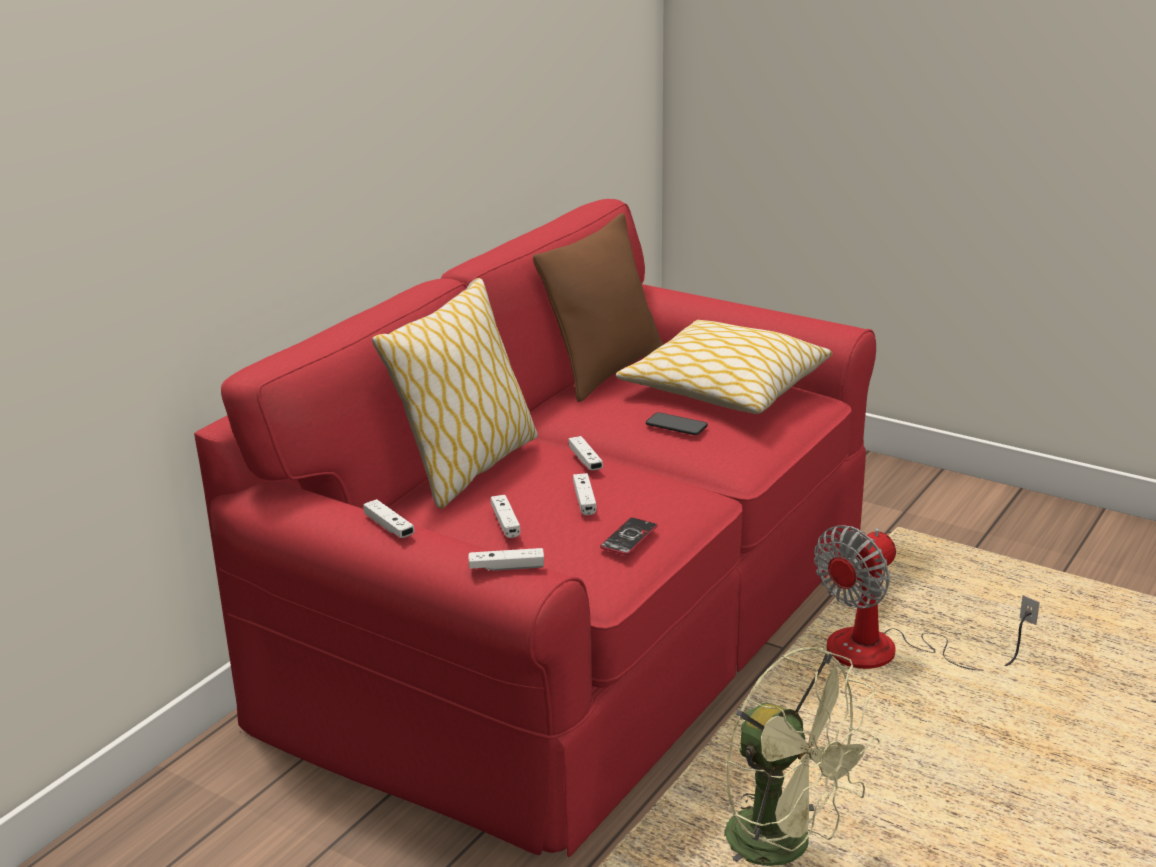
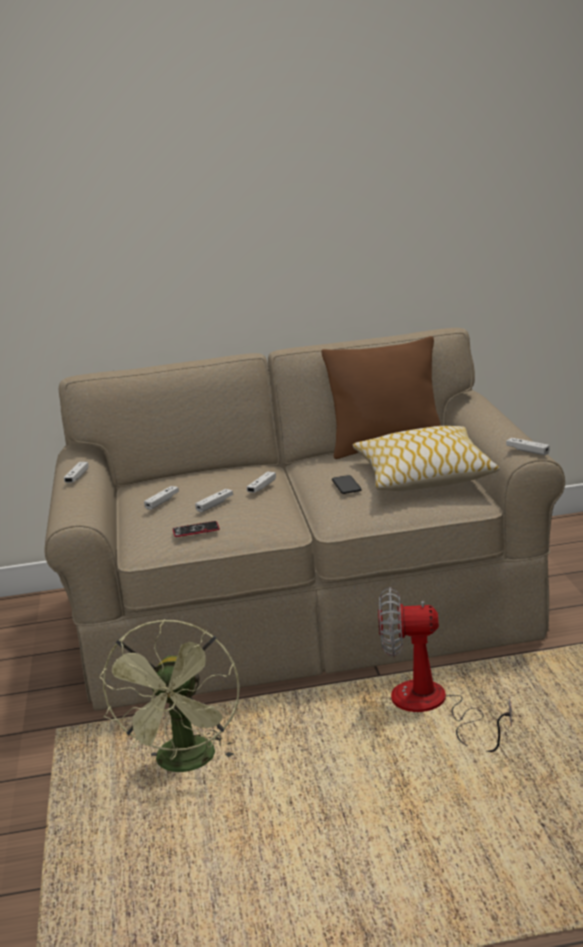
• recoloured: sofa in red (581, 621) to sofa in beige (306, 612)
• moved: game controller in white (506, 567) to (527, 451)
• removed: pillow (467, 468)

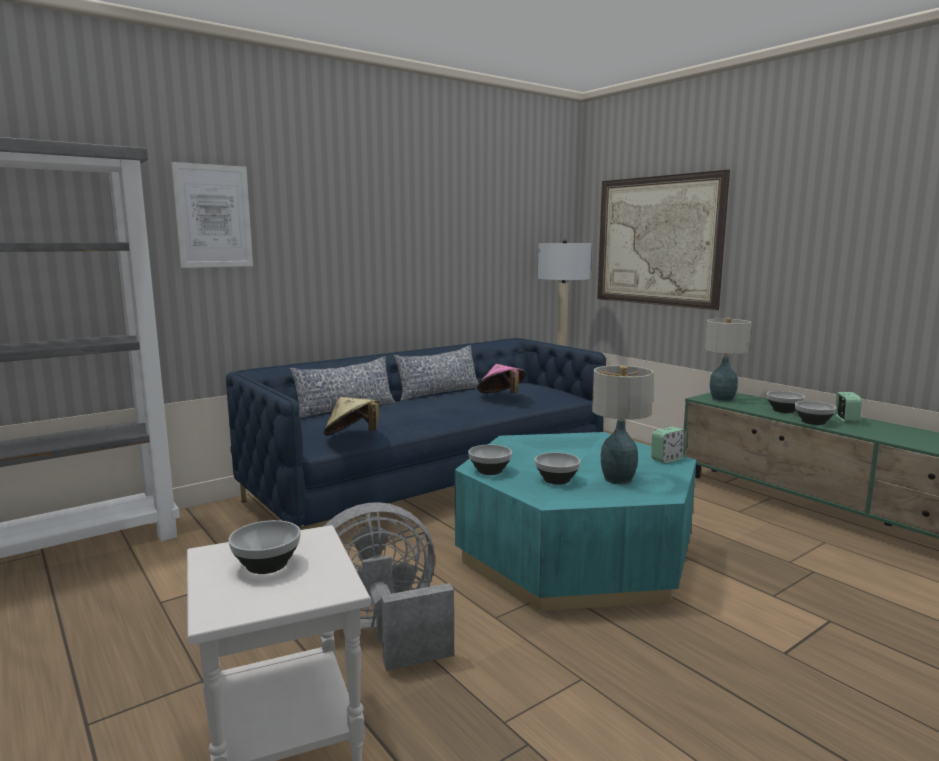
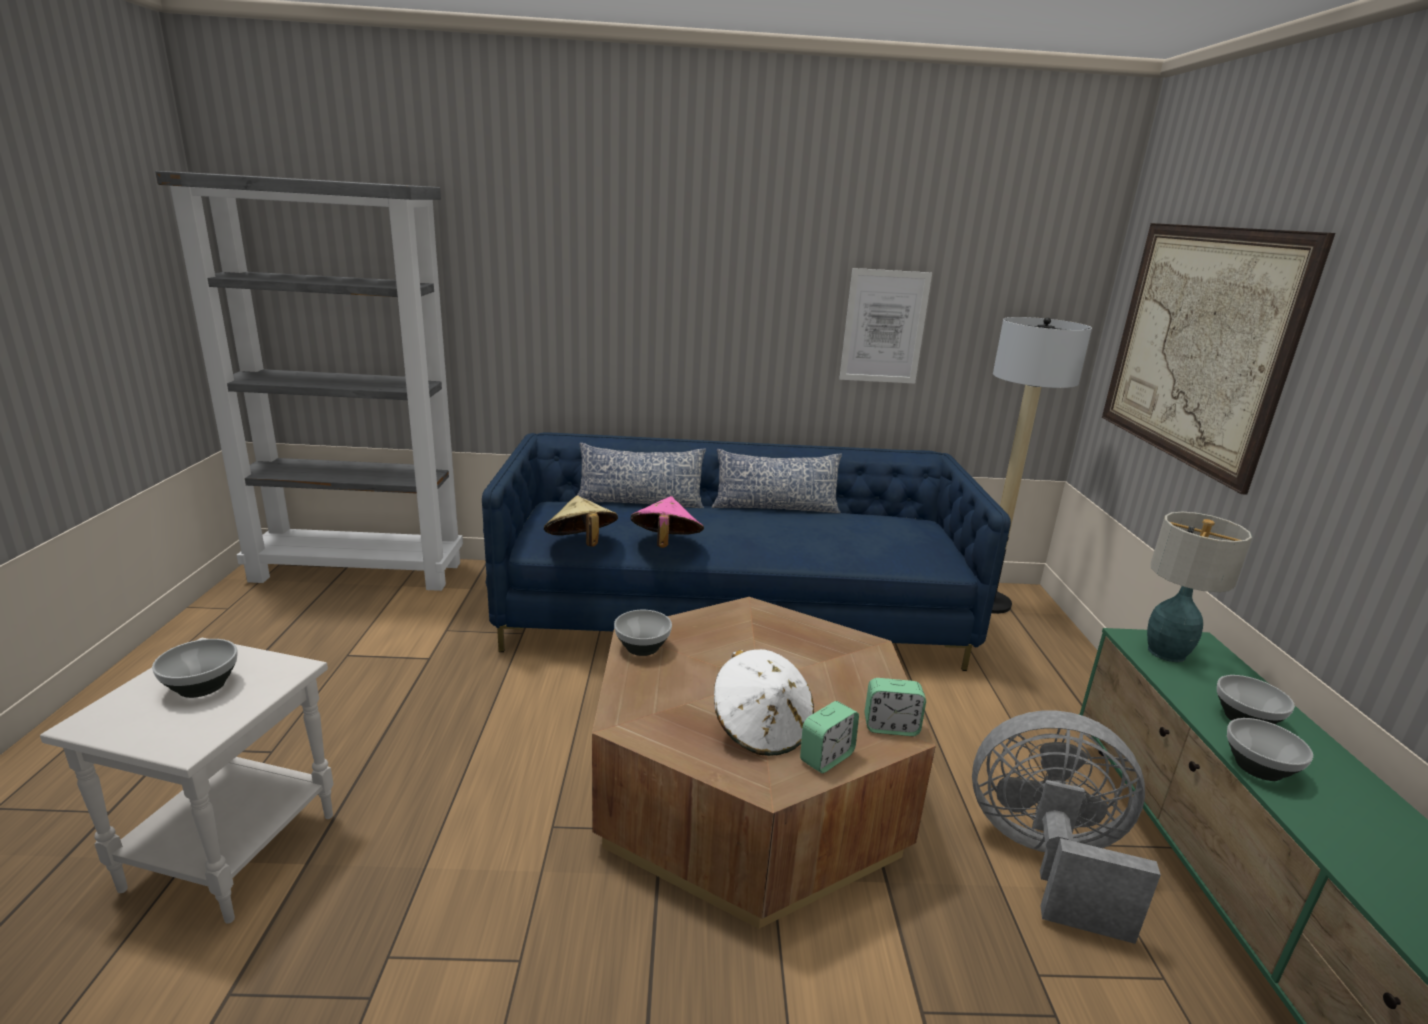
• recoloured: coffee table in turquoise (575, 554) to coffee table in brown (749, 792)
• moved: hat in pink (501, 396) to (665, 544)
• replaced: table lamp (617, 479) to hat in white (761, 728)
• moved: alarm clock (846, 420) to (826, 757)
• moved: picture (213, 216) to (884, 327)
• moved: fan in grey (382, 632) to (1046, 860)
• removed: bowl (556, 480)

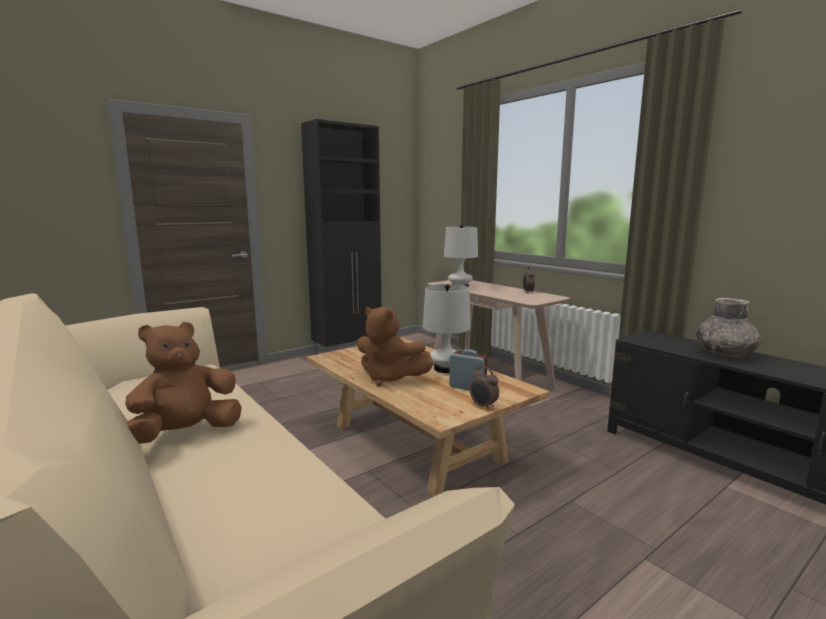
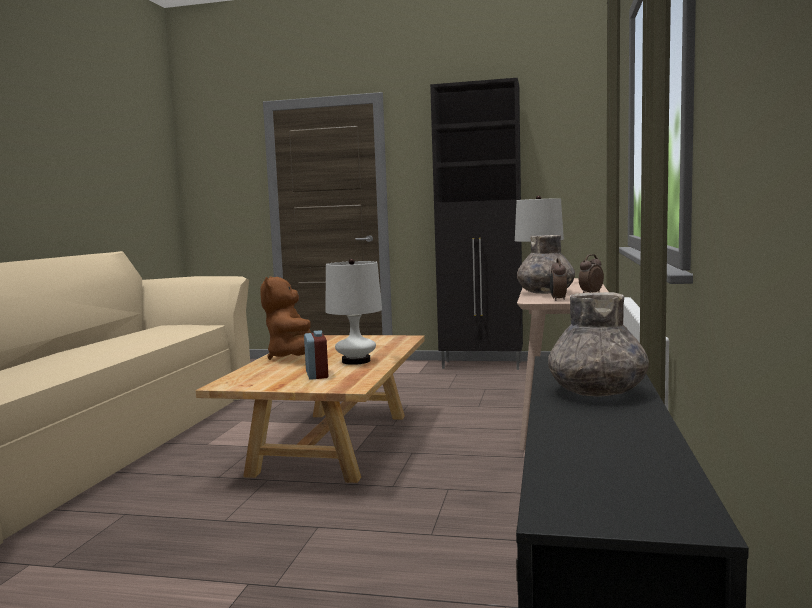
• added: vase in grey (546, 293)
• moved: alarm clock (483, 406) to (558, 299)
• removed: plush toy in brown (185, 434)

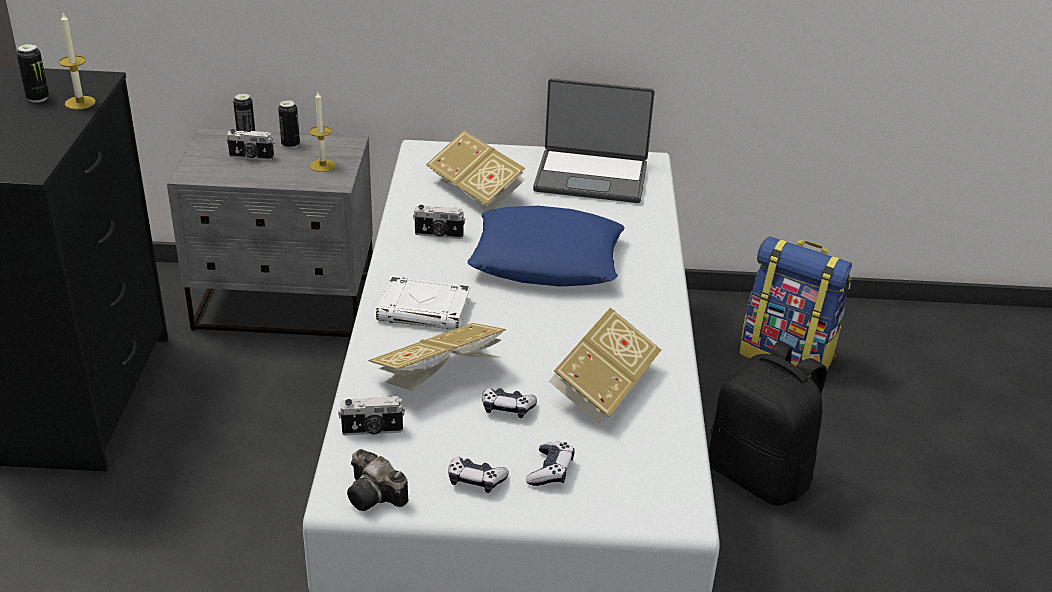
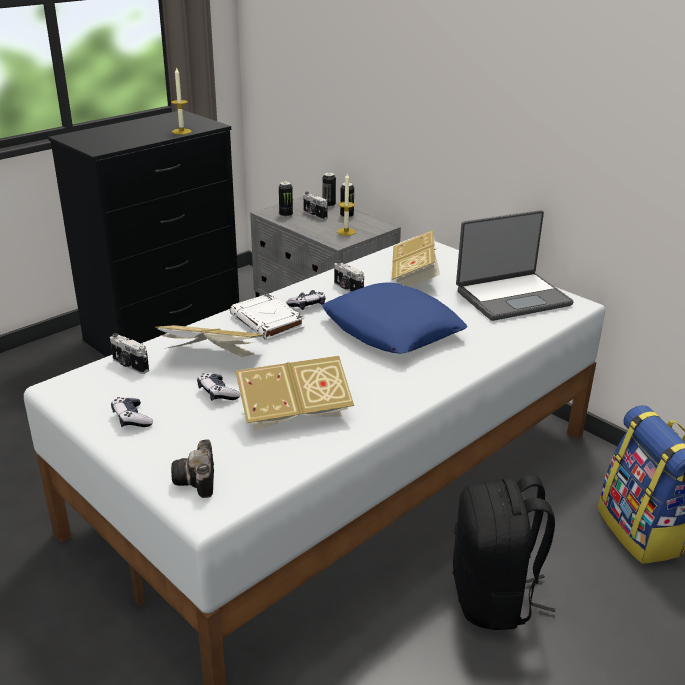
• moved: photo camera (376, 496) to (197, 481)
• moved: can (38, 98) to (286, 215)
• moved: game controller (550, 471) to (307, 305)
• turned: laptop (591, 177) = (512, 297) 75 degrees counterclockwise

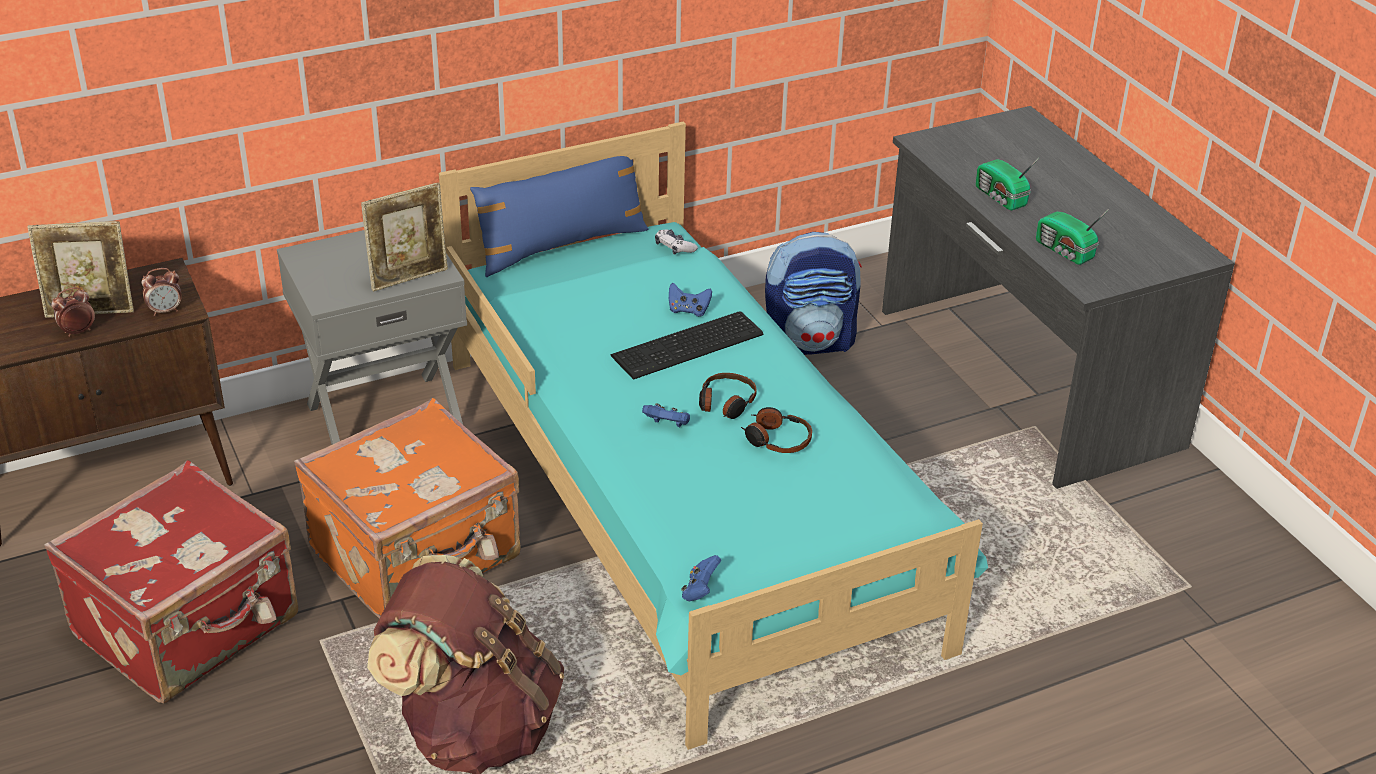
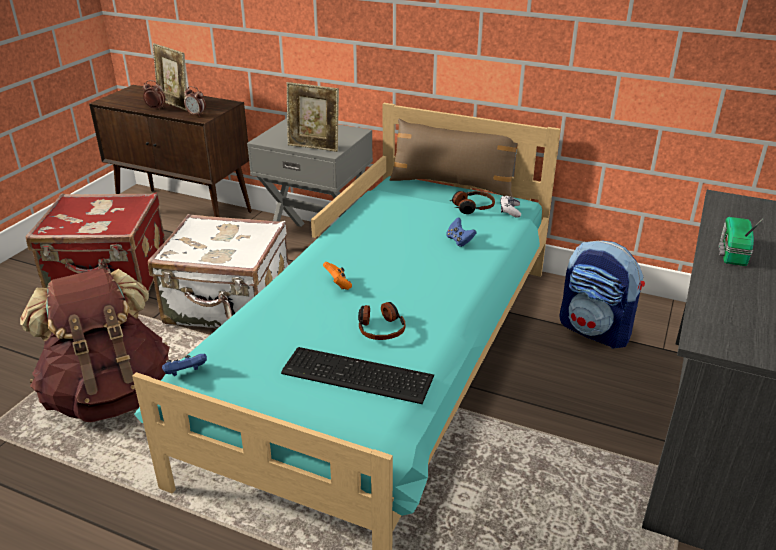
• recoloured: suitcase in orange (418, 555) to suitcase in white (229, 306)
• moved: keyboard (690, 346) to (358, 377)
• recoloured: game controller in blue (667, 425) to game controller in orange (338, 285)
• recoloured: pillow in blue (561, 245) to pillow in brown (452, 184)
• moved: headphones (725, 403) to (472, 207)
• removed: radio (1065, 251)

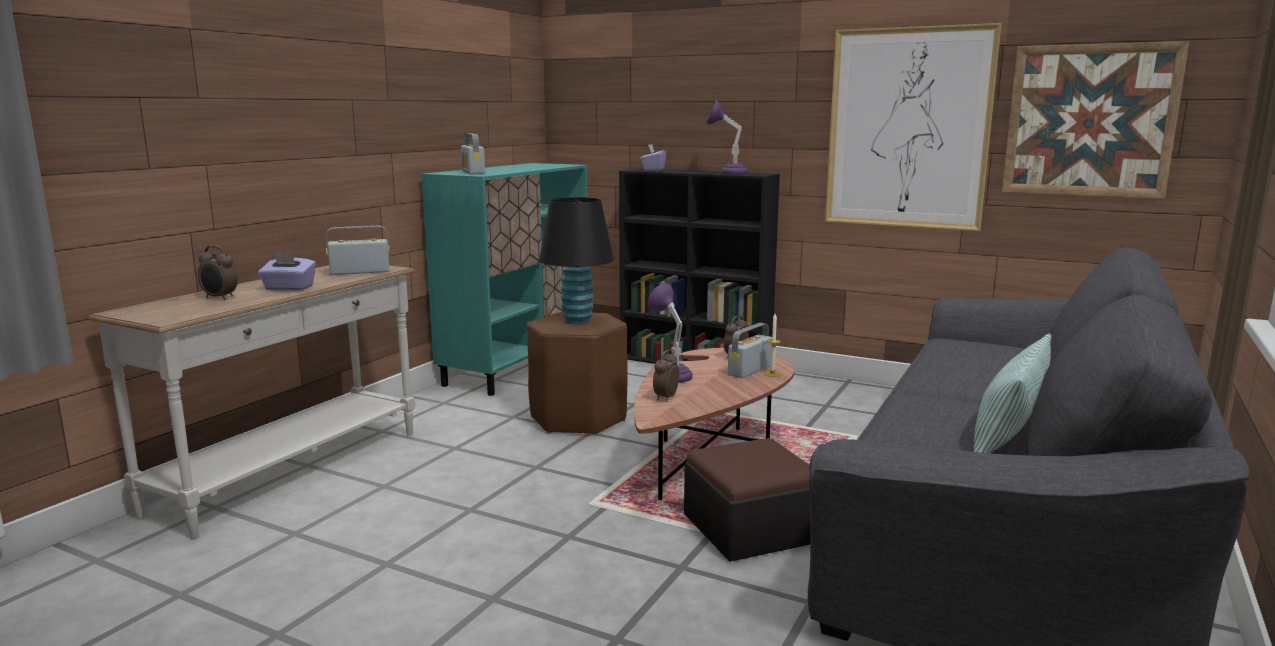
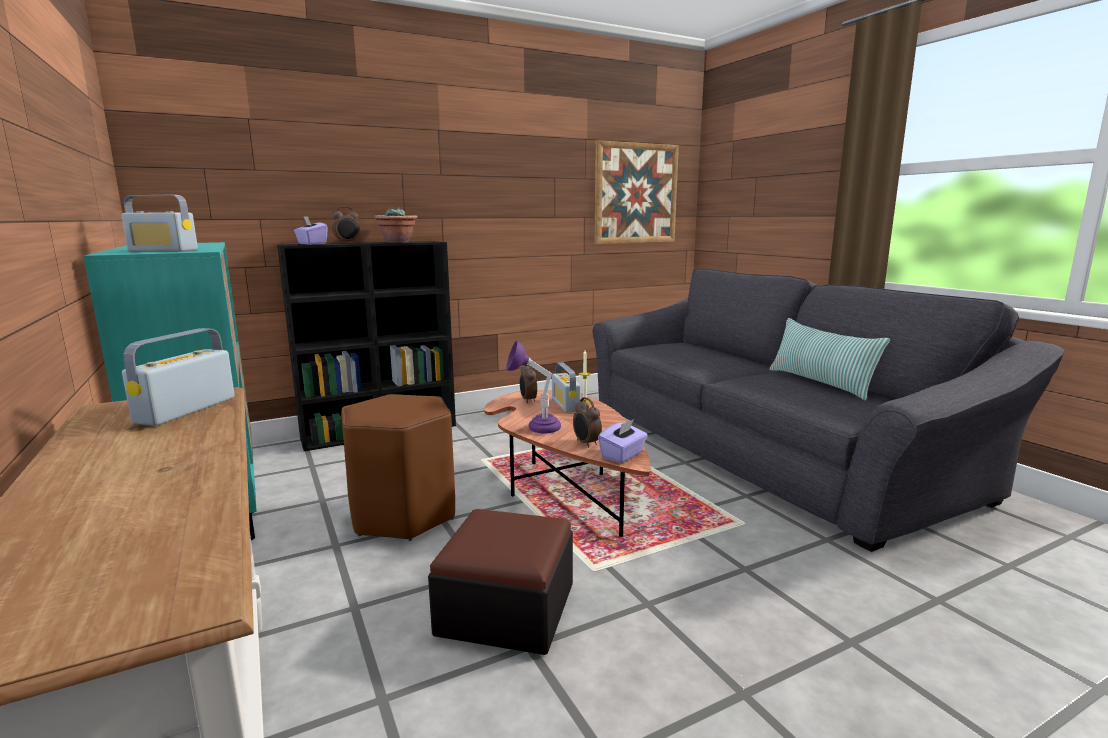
• moved: alarm clock (219, 298) to (347, 243)
• replaced: table lamp in purple (726, 173) to potted plant (398, 242)
• moved: ottoman (751, 528) to (506, 609)
• moved: tissue box in purple (289, 288) to (623, 455)
• removed: table lamp in black (577, 321)
• removed: picture (907, 129)

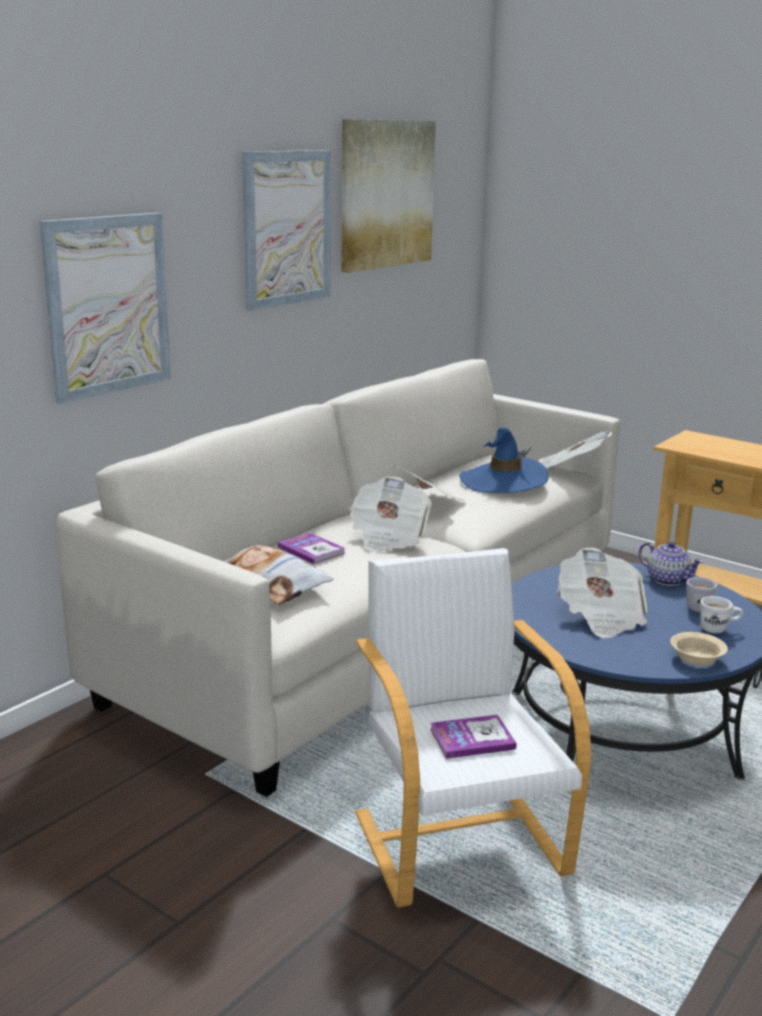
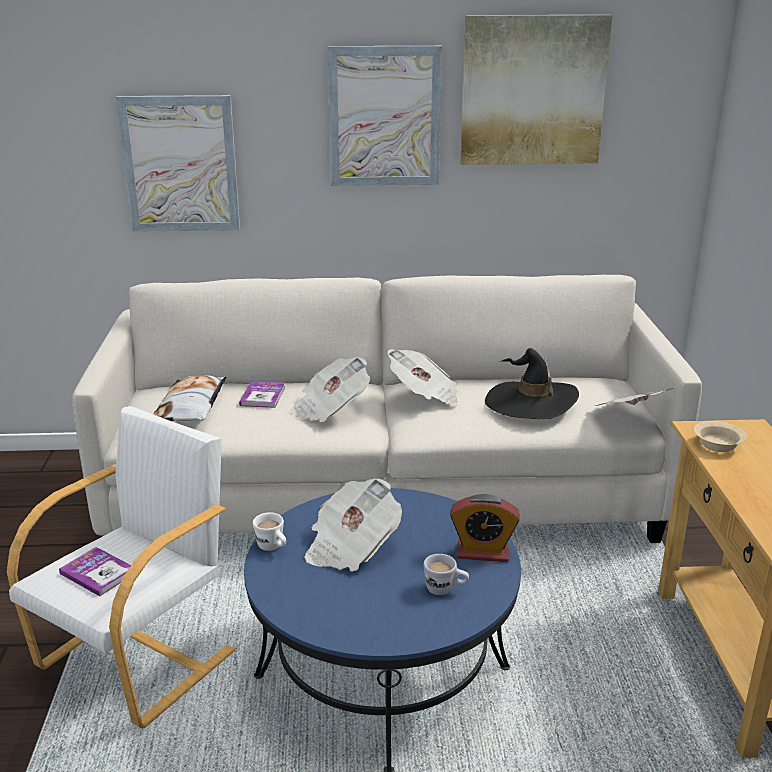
• moved: mug in white (718, 629) to (273, 548)
• replaced: teapot (667, 580) to alarm clock (482, 552)
• recoloured: hat in blue (503, 481) to hat in black (531, 403)
• moved: bowl in beige (696, 659) to (716, 445)

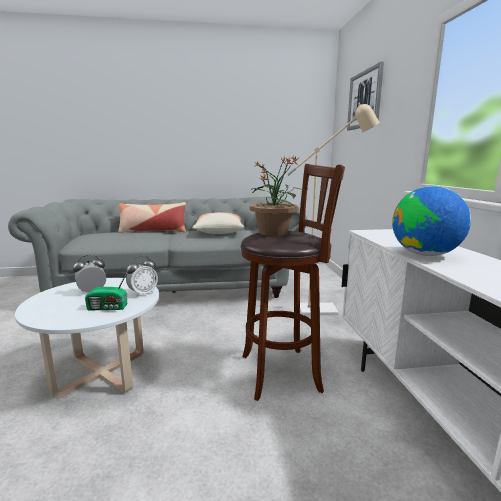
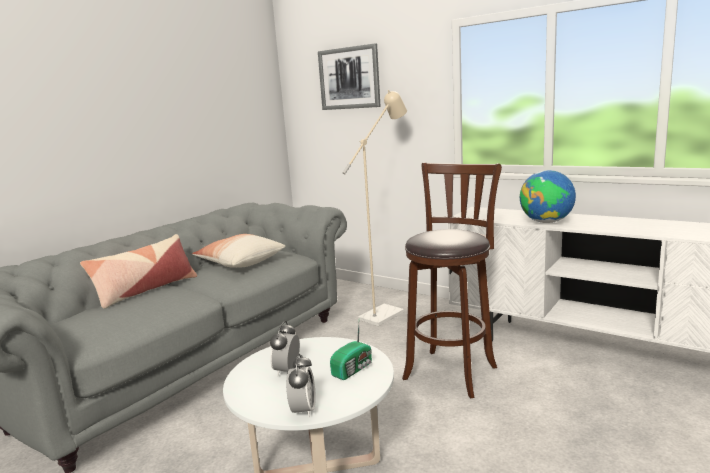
• moved: alarm clock (143, 293) to (303, 410)
• removed: potted plant (273, 232)

